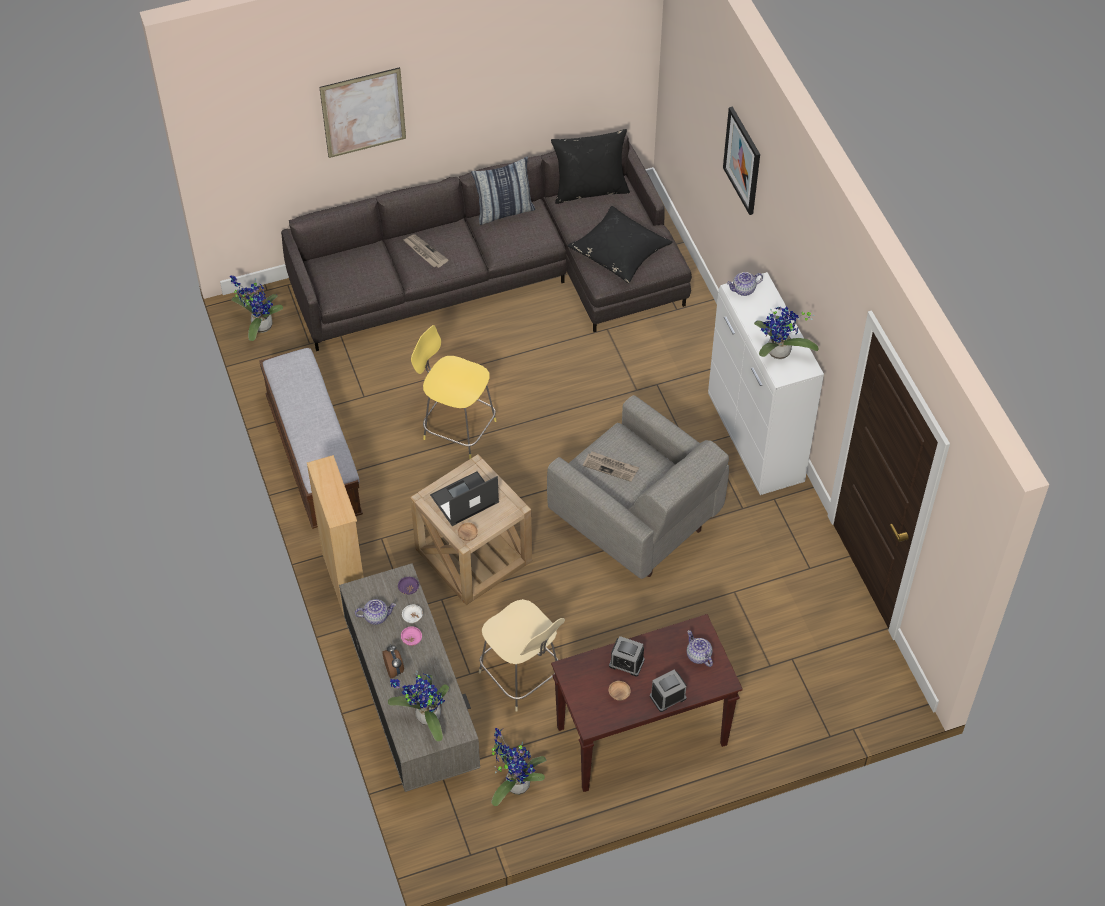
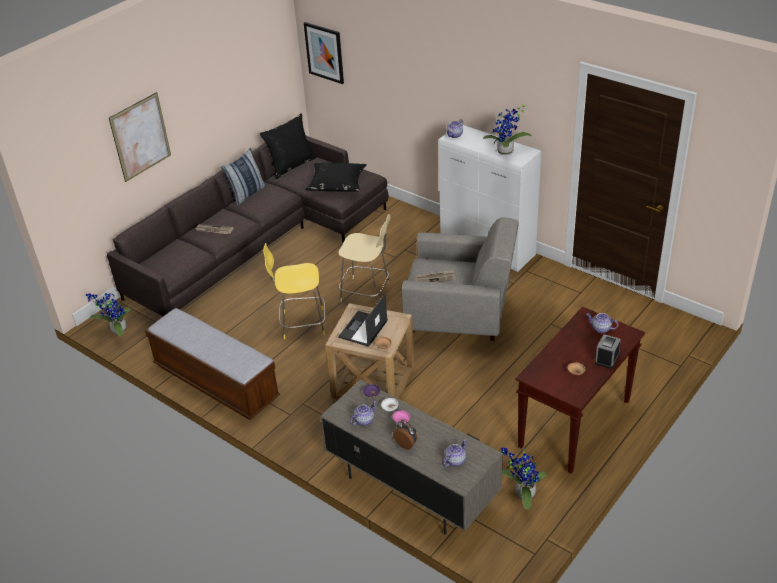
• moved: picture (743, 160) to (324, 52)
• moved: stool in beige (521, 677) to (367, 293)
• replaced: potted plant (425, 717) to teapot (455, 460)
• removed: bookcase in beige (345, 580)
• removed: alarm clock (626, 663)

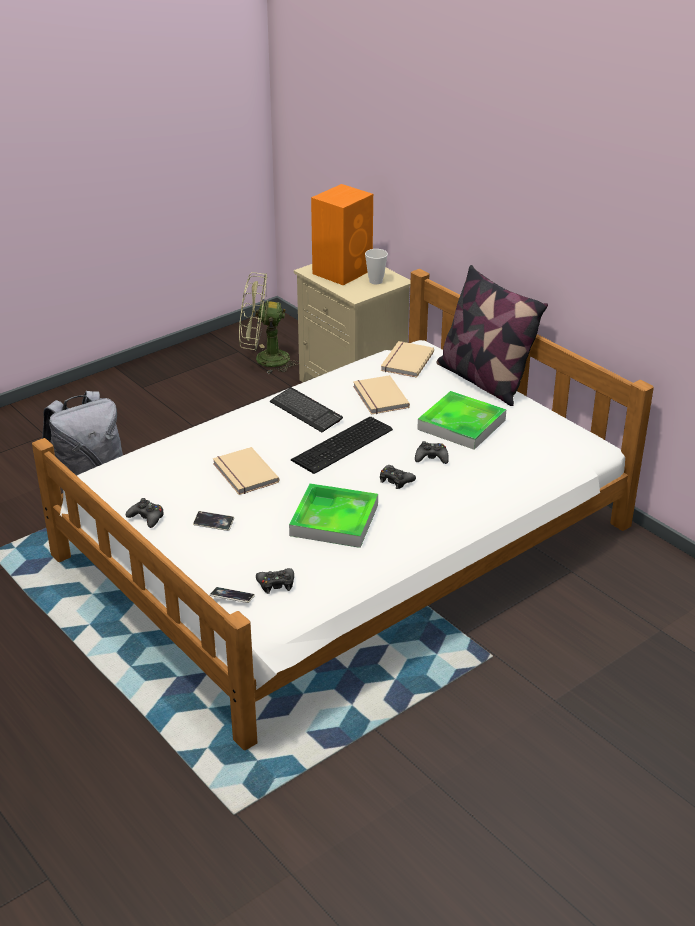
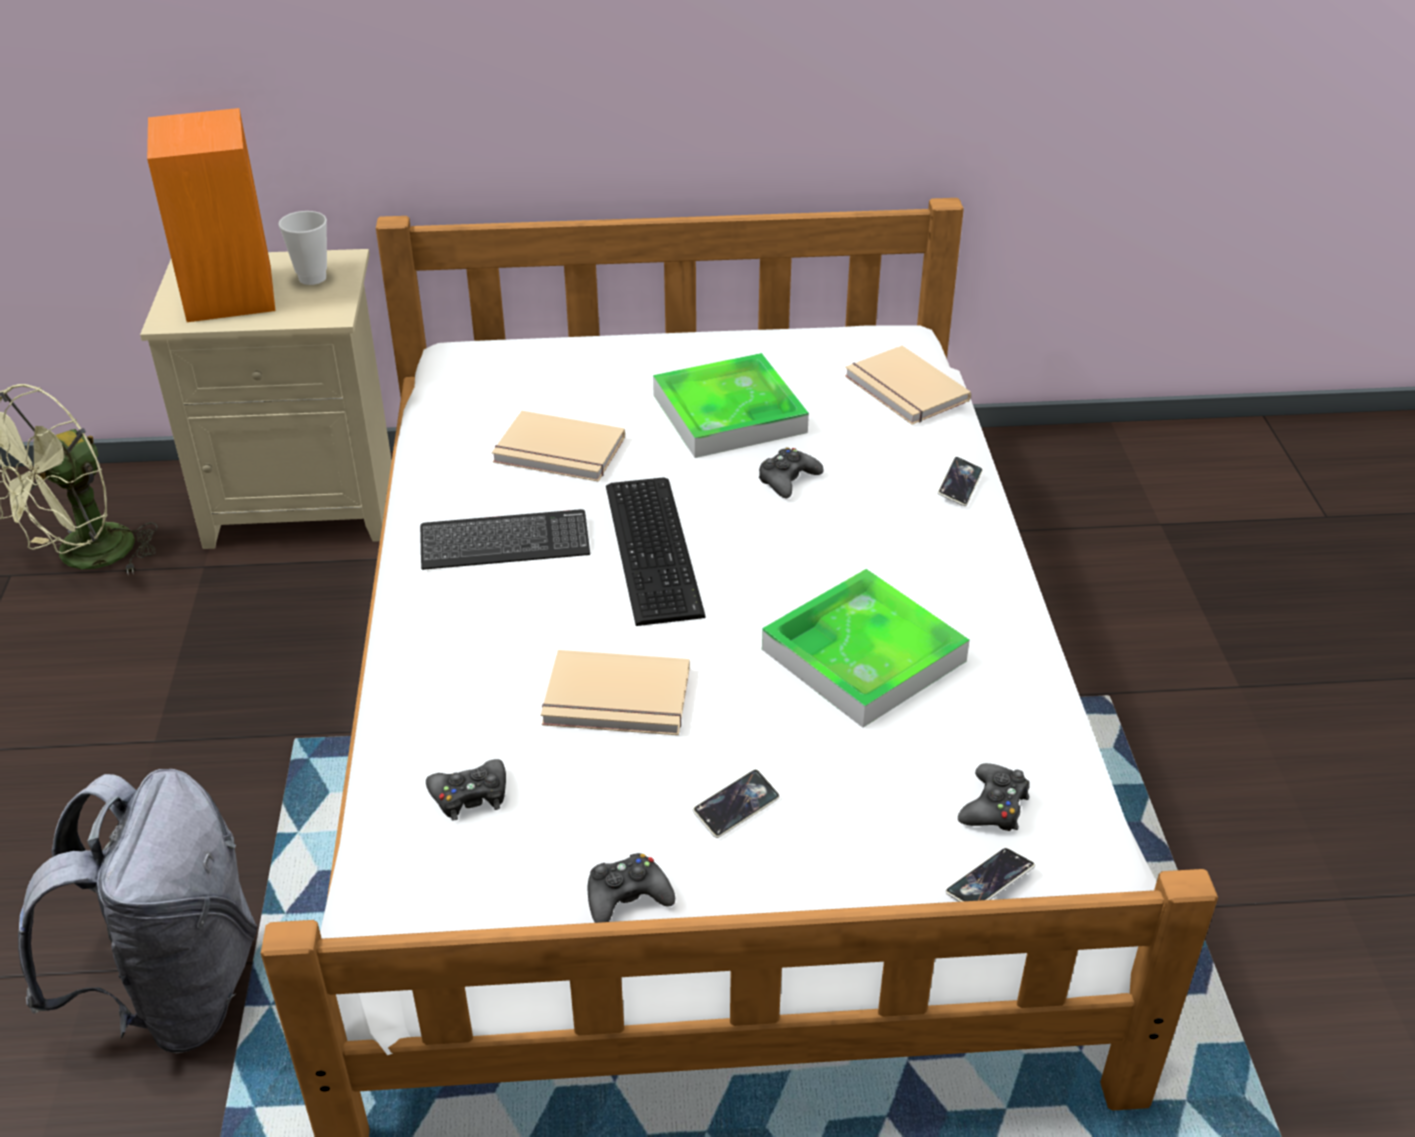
• moved: game controller in black (395, 480) to (470, 796)
• moved: book in beige (405, 361) to (904, 390)
• added: phone (959, 485)
• removed: pillow (483, 380)

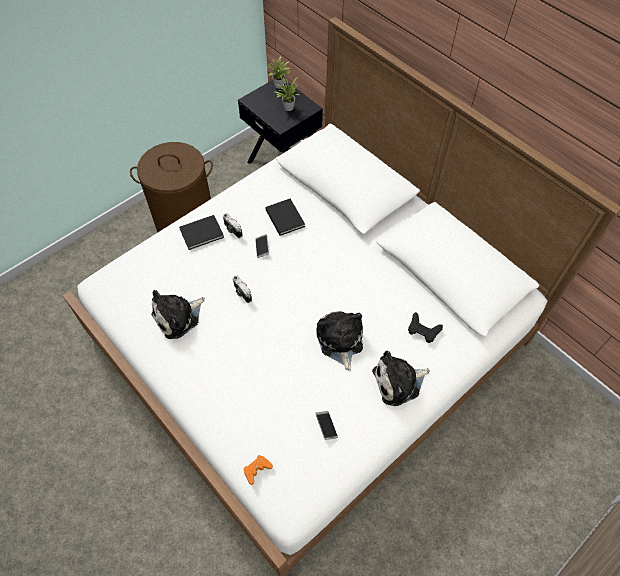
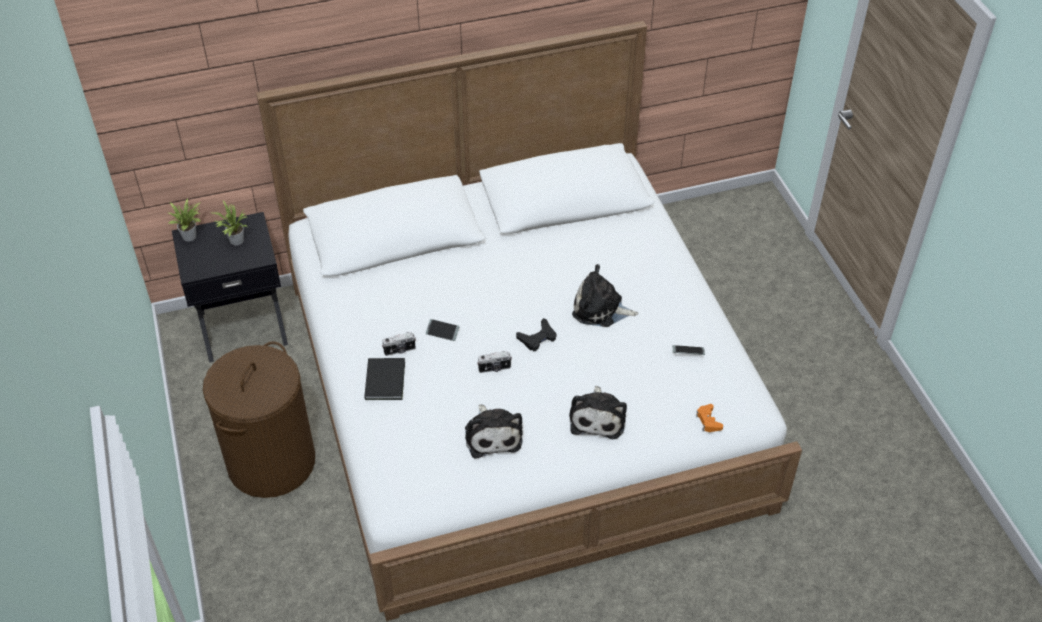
• moved: game controller in black (423, 330) to (537, 338)
• moved: plush toy (399, 382) to (598, 417)
• removed: book in black (285, 217)

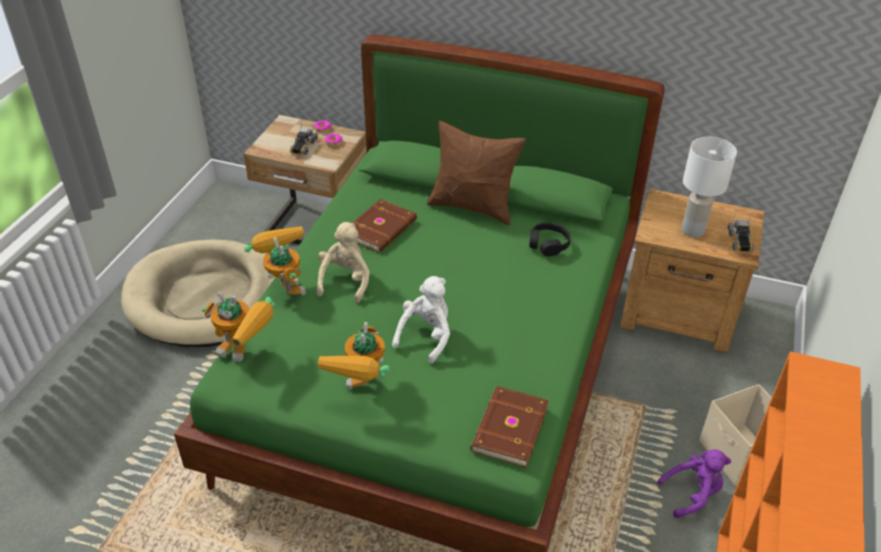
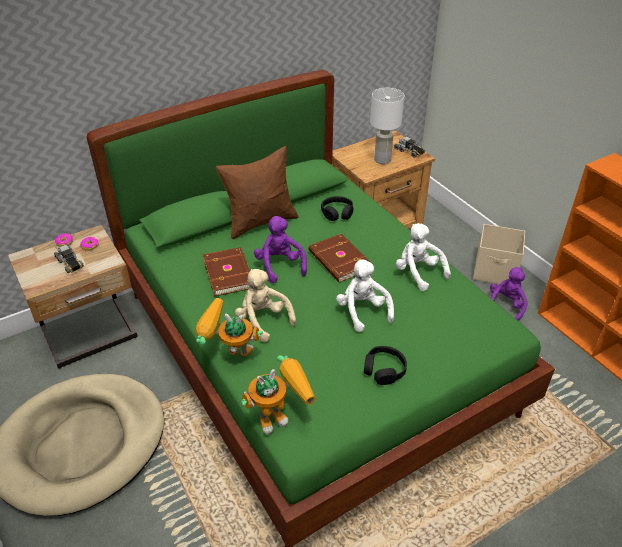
• added: plush toy in purple (280, 265)
• moved: book in brown (508, 428) to (339, 261)
• replaced: toy robot (362, 389) to headphones in black (384, 370)
• added: plush toy in white (418, 272)

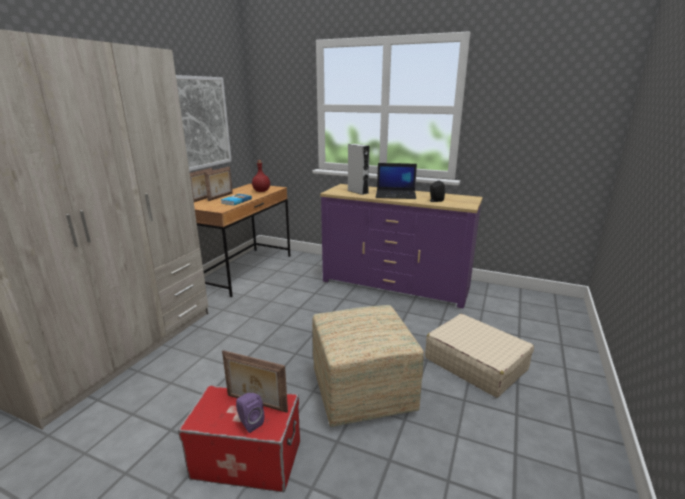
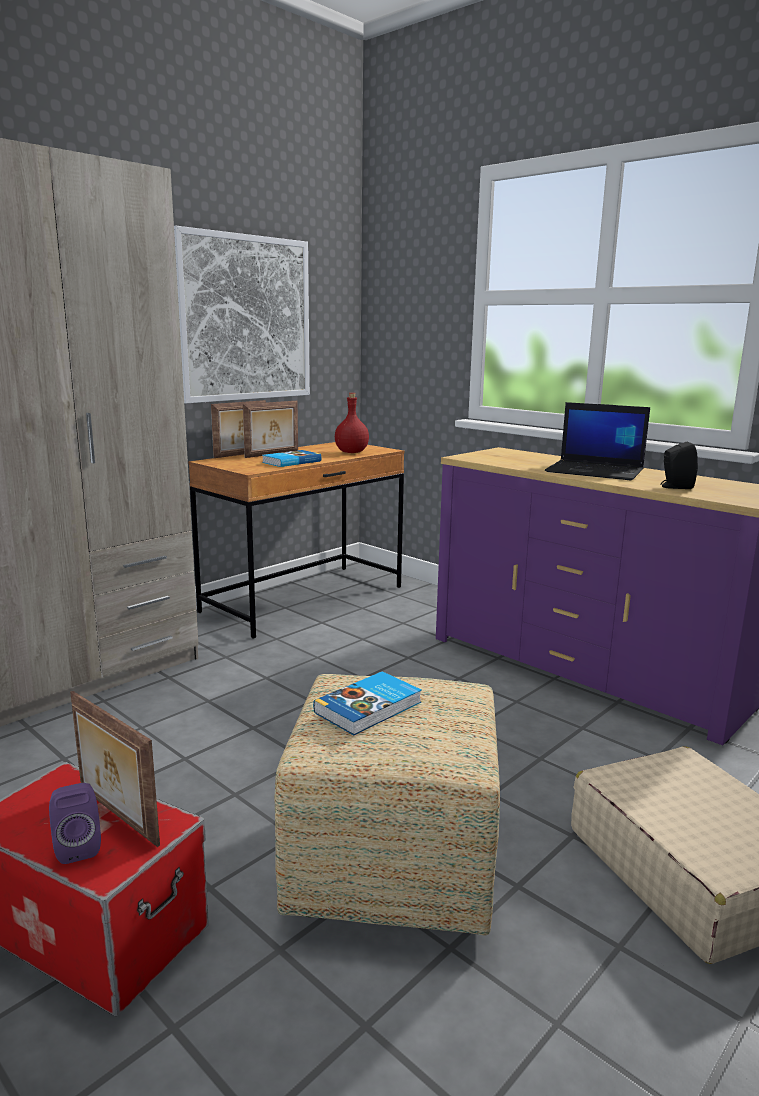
• added: book (370, 708)
• removed: speaker in grey (357, 192)

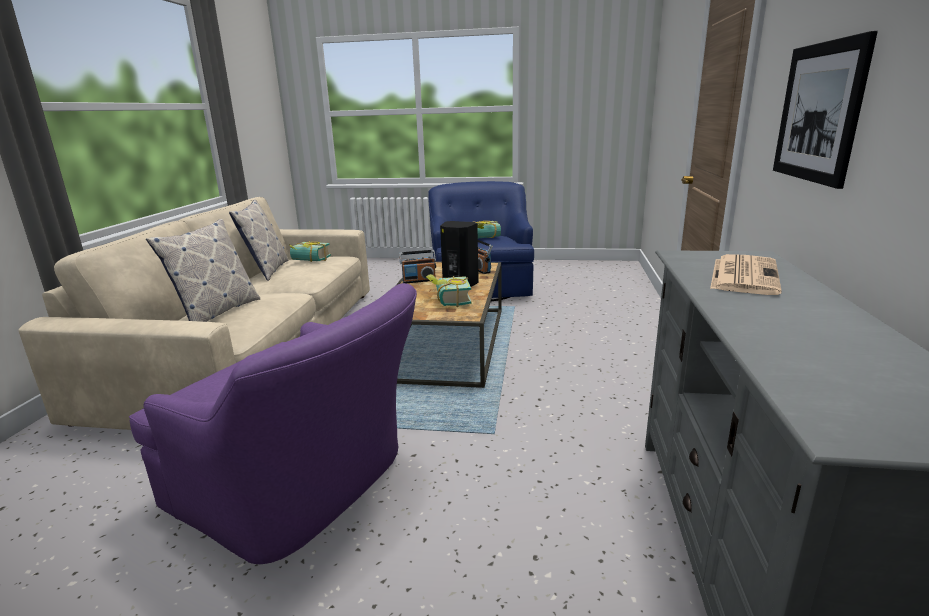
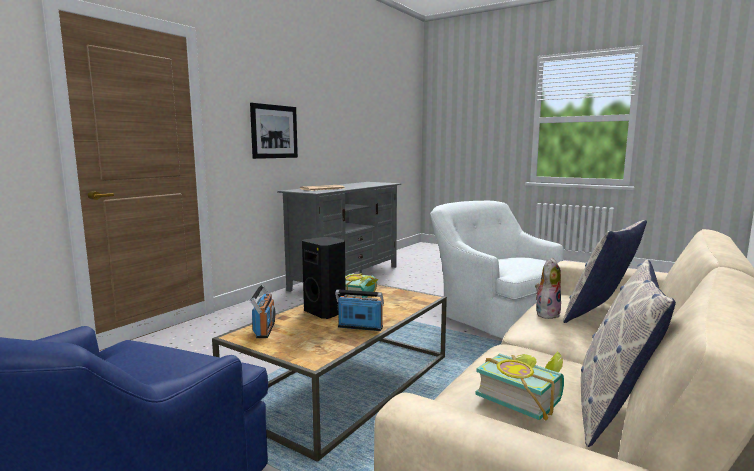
• recoloured: armchair in purple (303, 488) to armchair in white (497, 316)
• added: plush toy (546, 313)
• removed: book (485, 238)

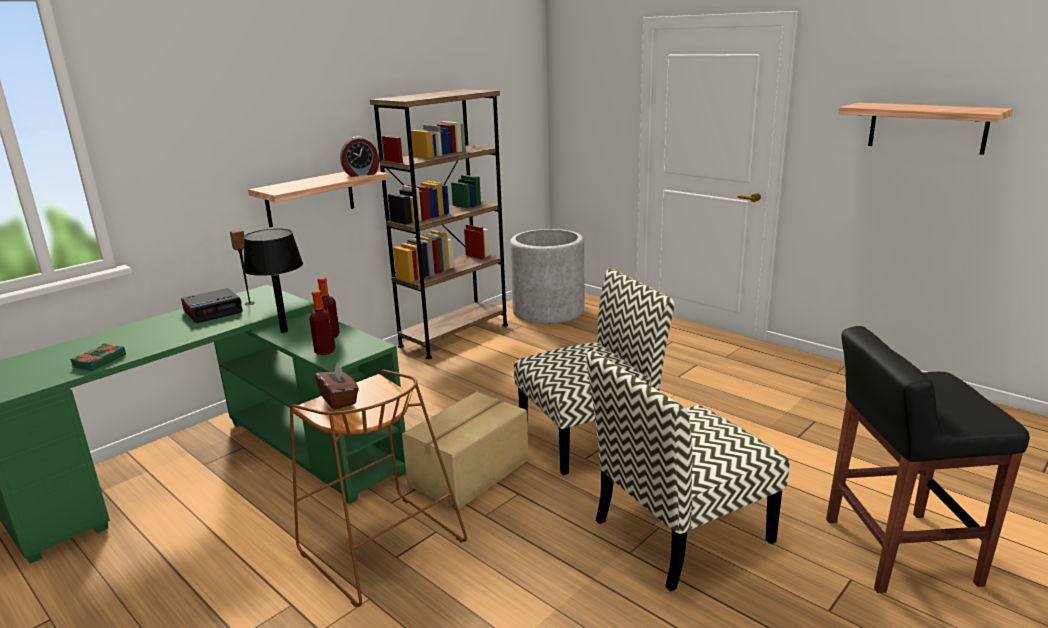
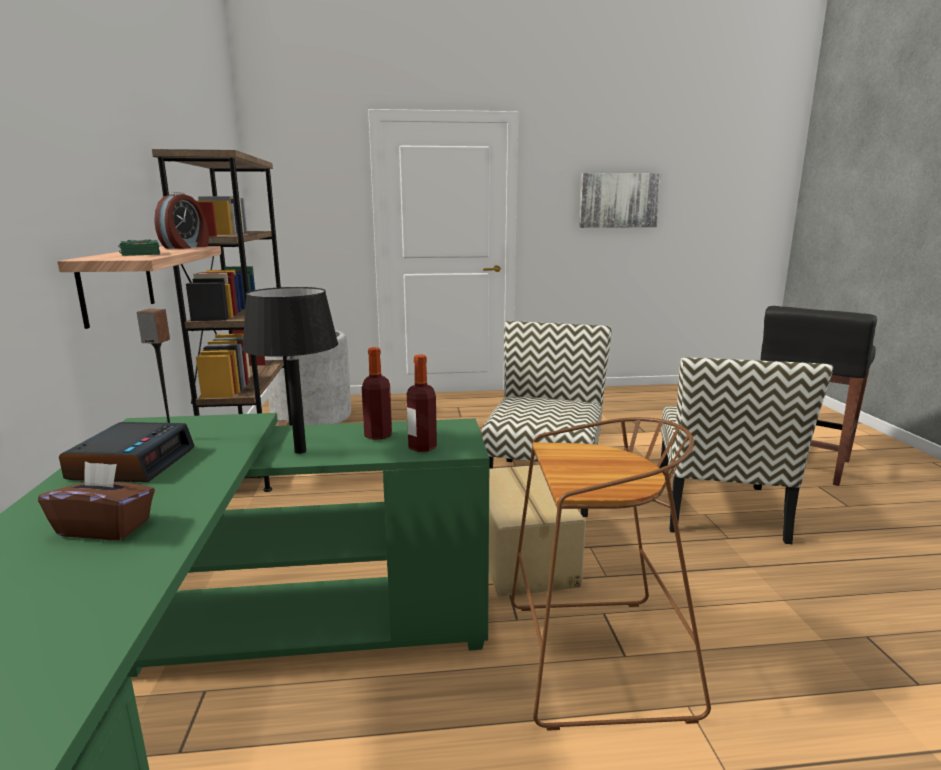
• moved: tissue box in brown (339, 400) to (105, 528)
• moved: book in green (99, 361) to (140, 254)
• replaced: shelf (927, 127) to picture (618, 200)

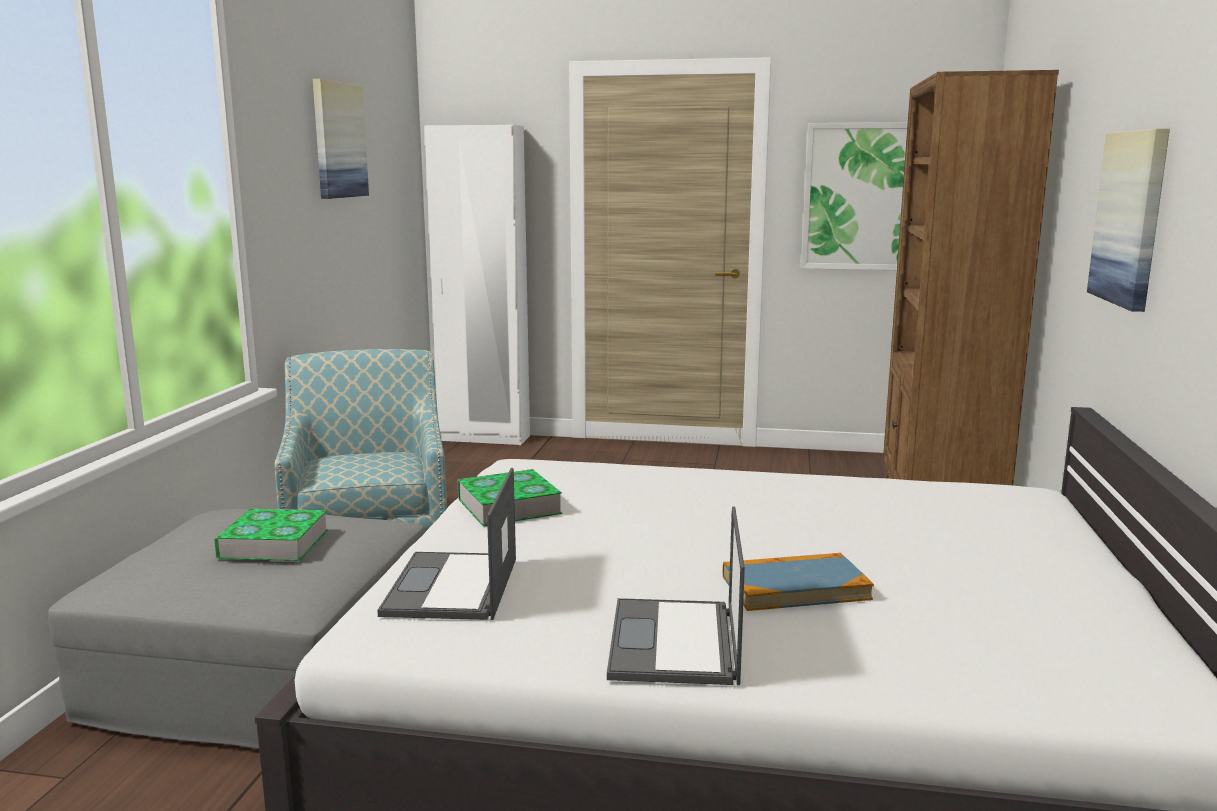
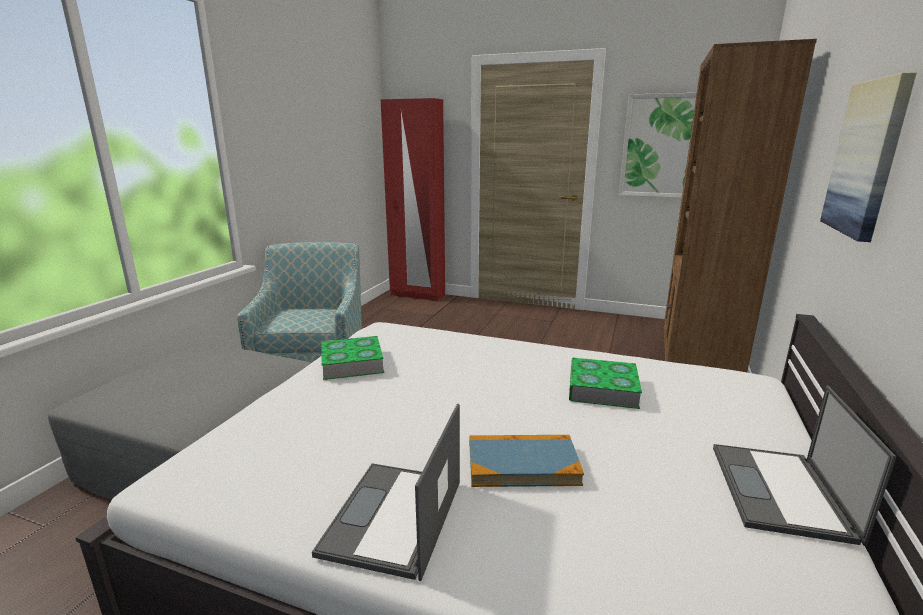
• recoloured: wardrobe in white (484, 438) to wardrobe in red (417, 295)
• moved: book (274, 544) to (602, 389)
• moved: laptop (452, 587) to (781, 492)
• removed: picture (338, 140)

